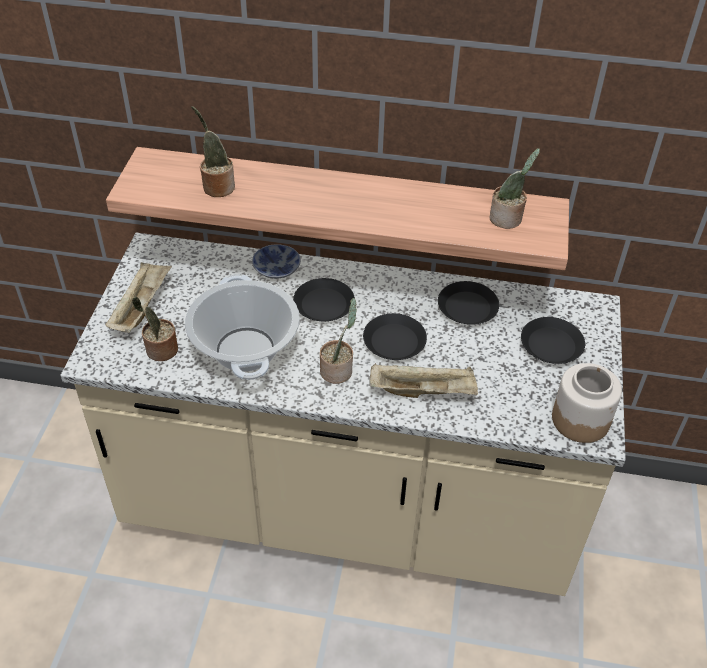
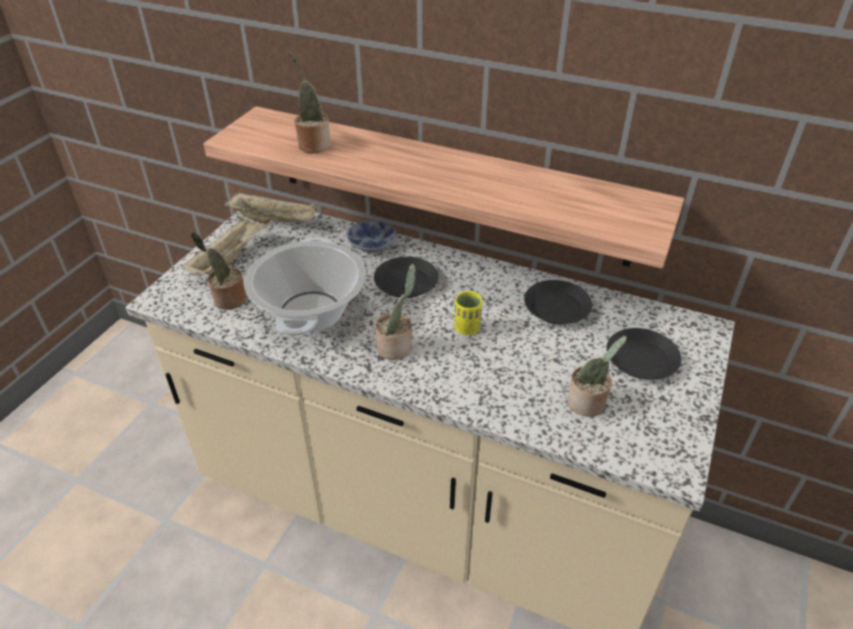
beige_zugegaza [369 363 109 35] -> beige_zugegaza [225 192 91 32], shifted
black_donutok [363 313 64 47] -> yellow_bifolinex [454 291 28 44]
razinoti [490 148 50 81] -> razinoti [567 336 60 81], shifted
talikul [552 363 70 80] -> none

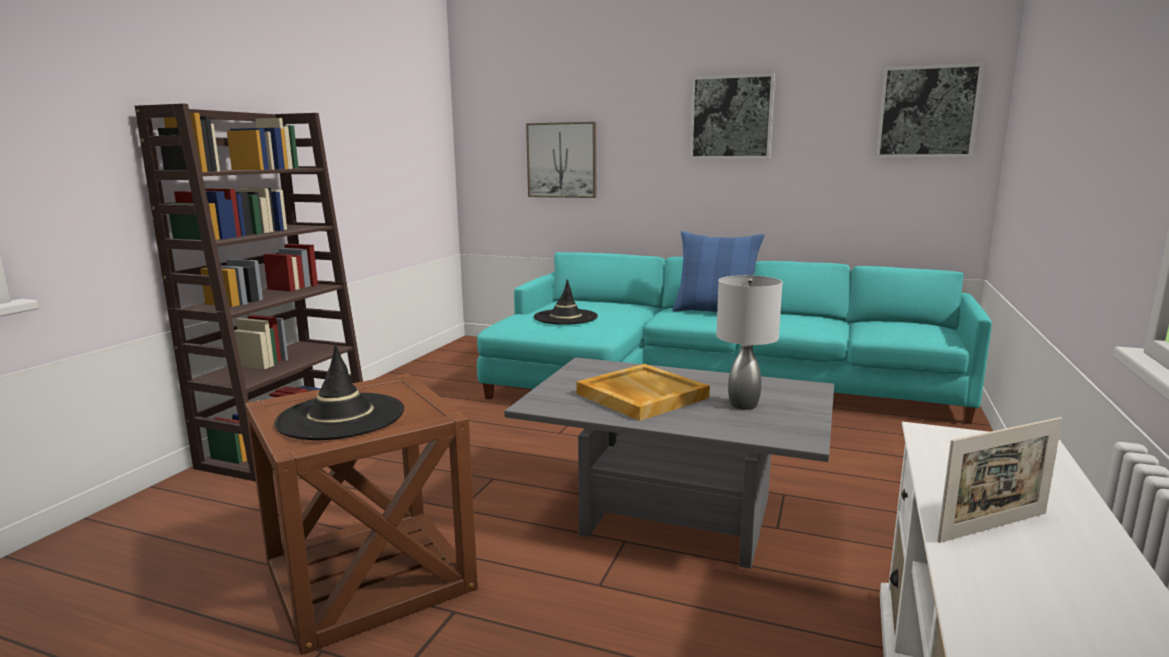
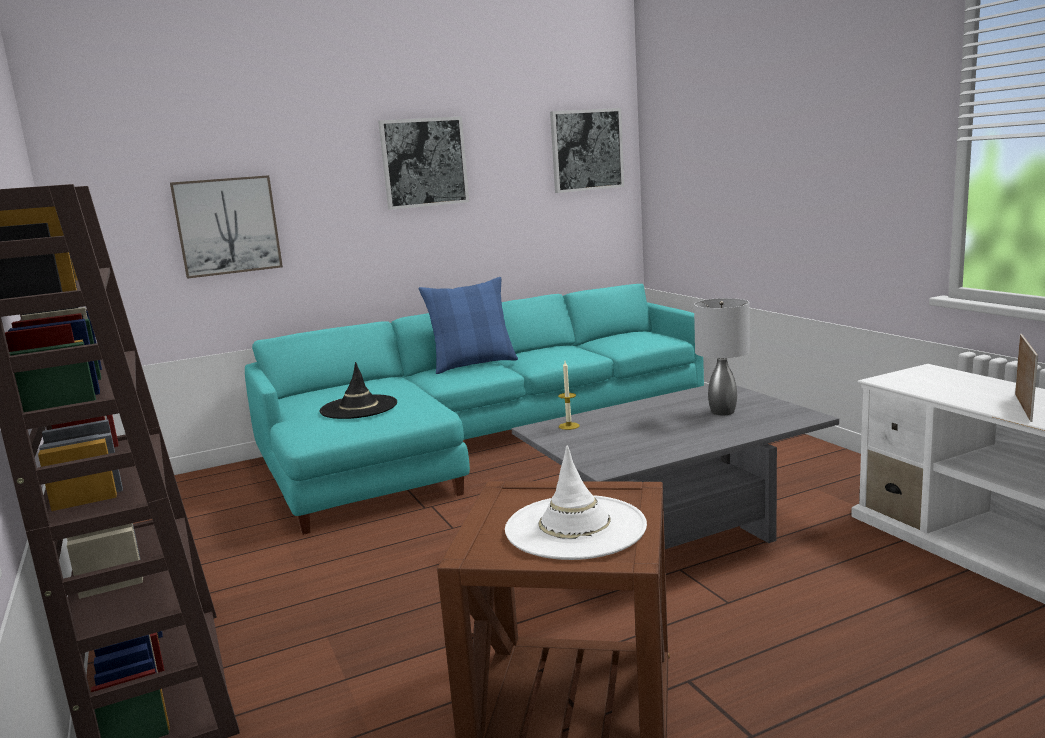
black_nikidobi [274 344 130 96] -> white_nikidobi [505 446 142 114]
none -> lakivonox [558 361 21 69]
beige_zugegaza [576 364 134 57] -> none

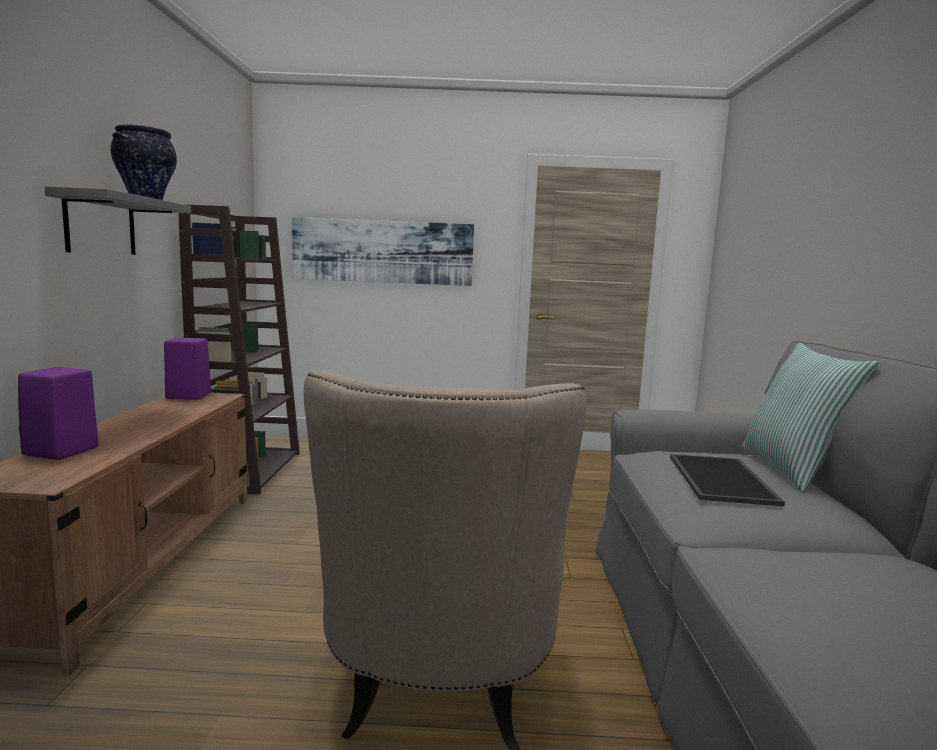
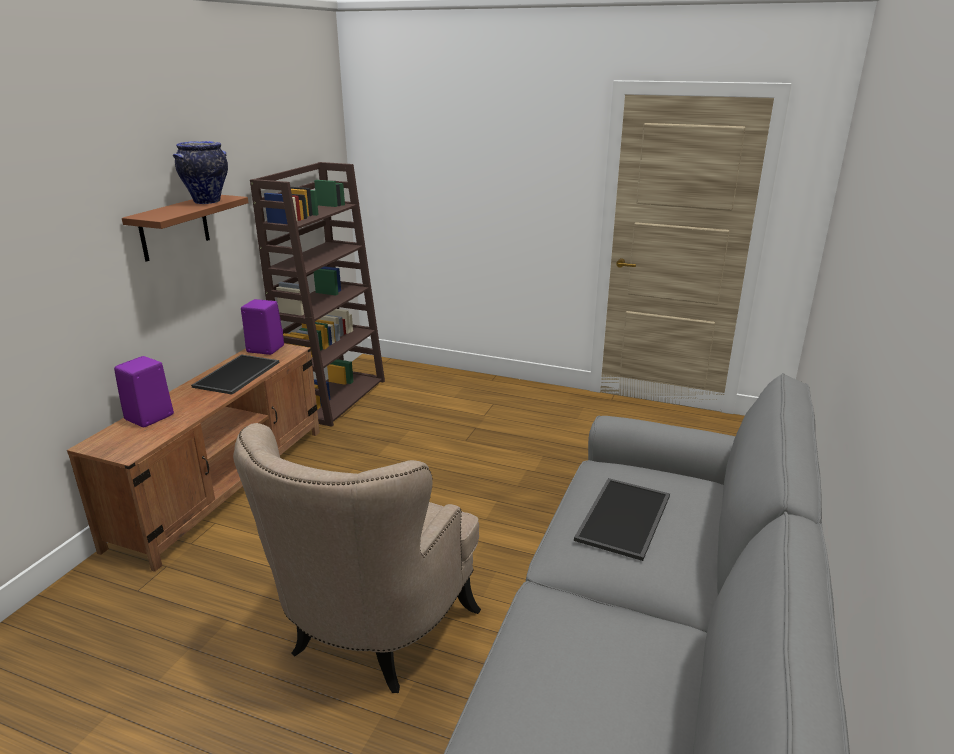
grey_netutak [45 186 146 69] -> brown_netutak [122 195 127 67]
none -> zugegaza [191 354 88 41]
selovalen [292 217 182 69] -> none
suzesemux [741 343 138 150] -> none

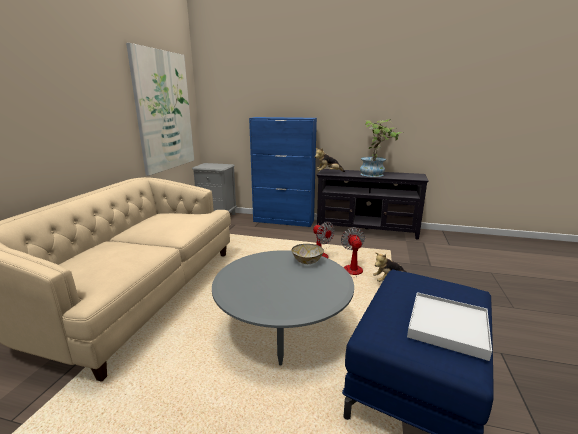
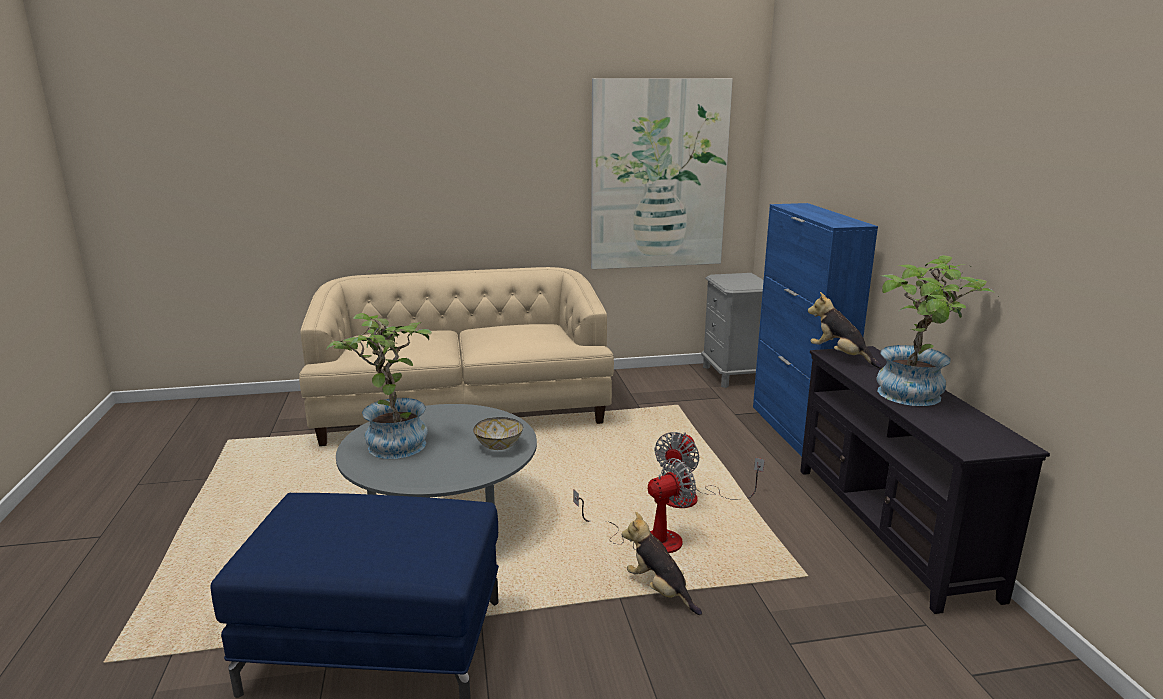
none -> razinoti [326 313 106 146]
white_zugegaza [407 292 85 69] -> none

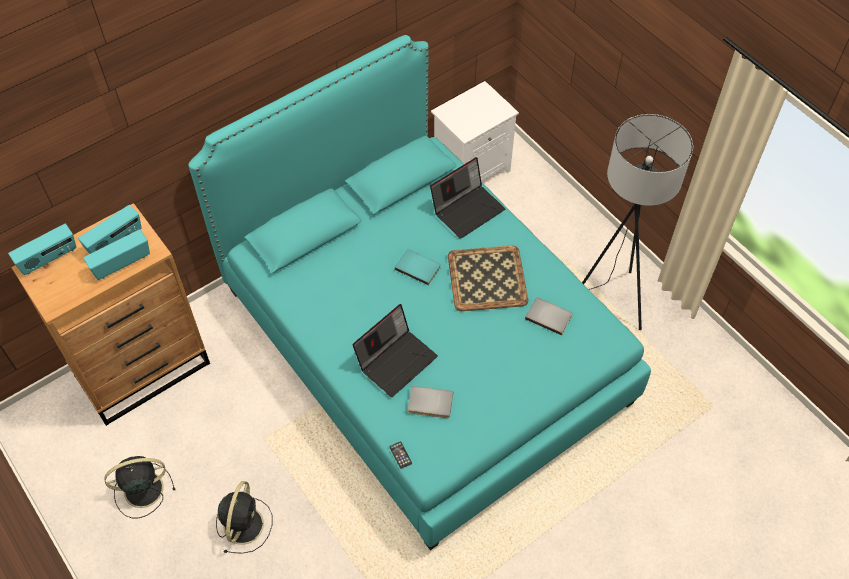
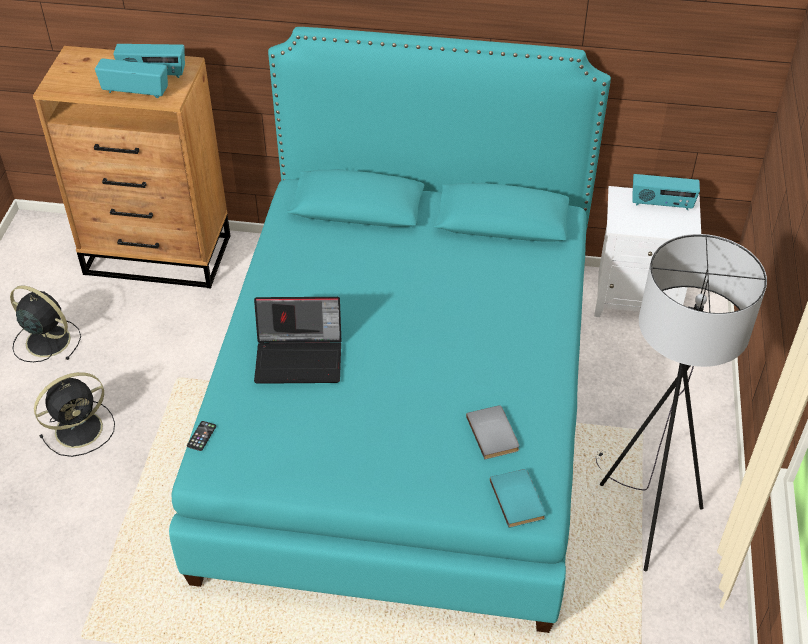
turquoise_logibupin [395 249 46 36] -> turquoise_logibupin [490 469 56 59], shifted
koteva [8 224 68 51] -> koteva [632 174 68 36], shifted
grey_logibupin [408 386 45 32] -> none
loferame [430 157 75 82] -> none
zugegaza [448 246 80 65] -> none

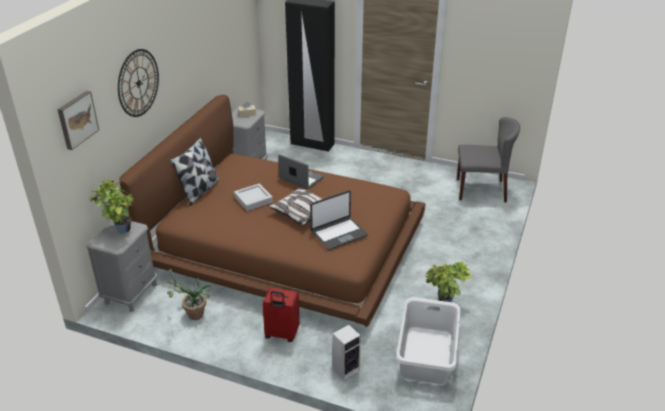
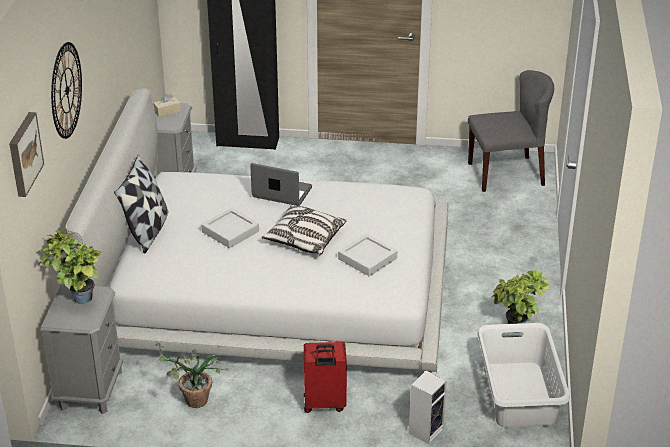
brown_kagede [119 95 306 232] -> white_kagede [65 88 384 285]
loferame [310 190 58 60] -> grey_zugegaza [338 234 59 42]

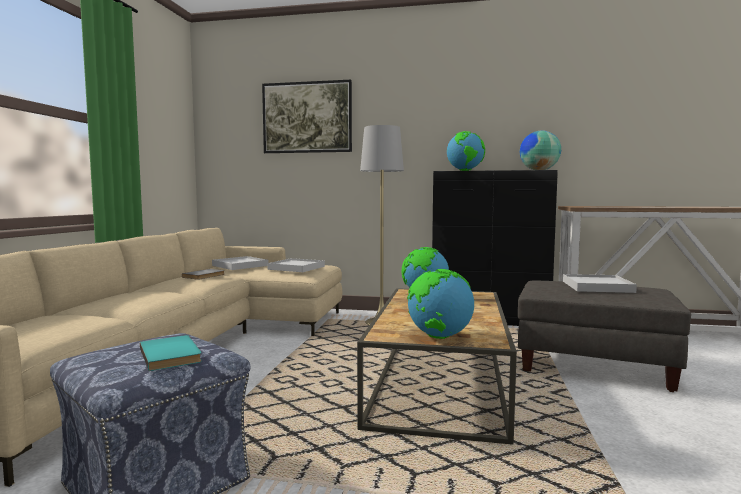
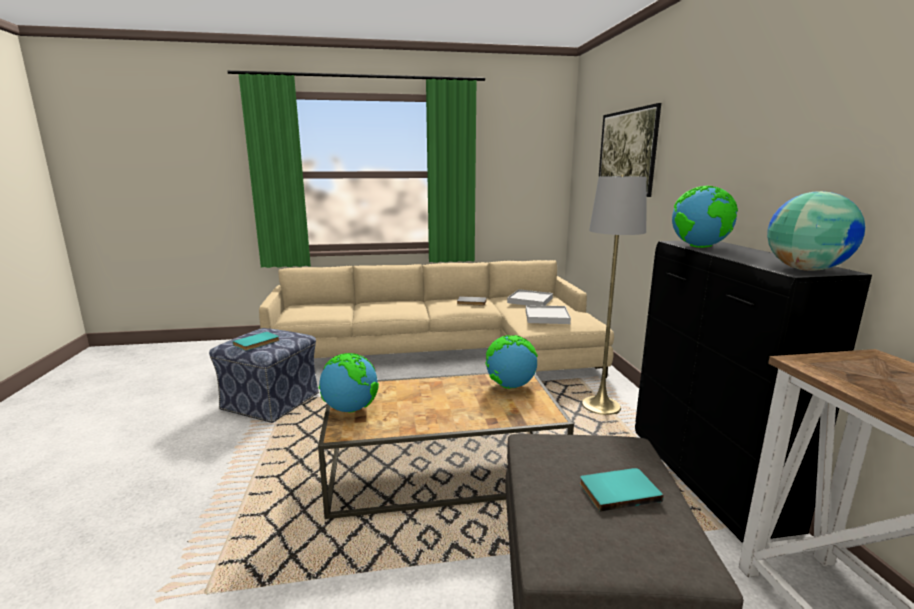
white_zugegaza [563 274 74 19] -> turquoise_logibupin [580 468 84 44]

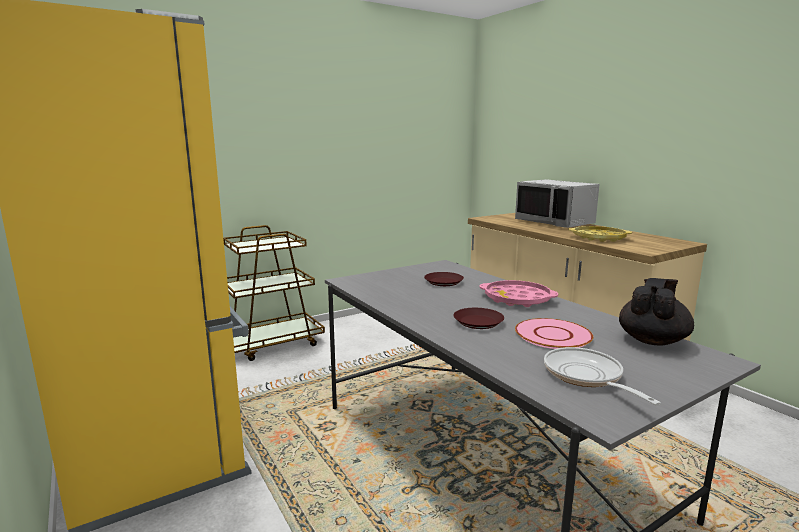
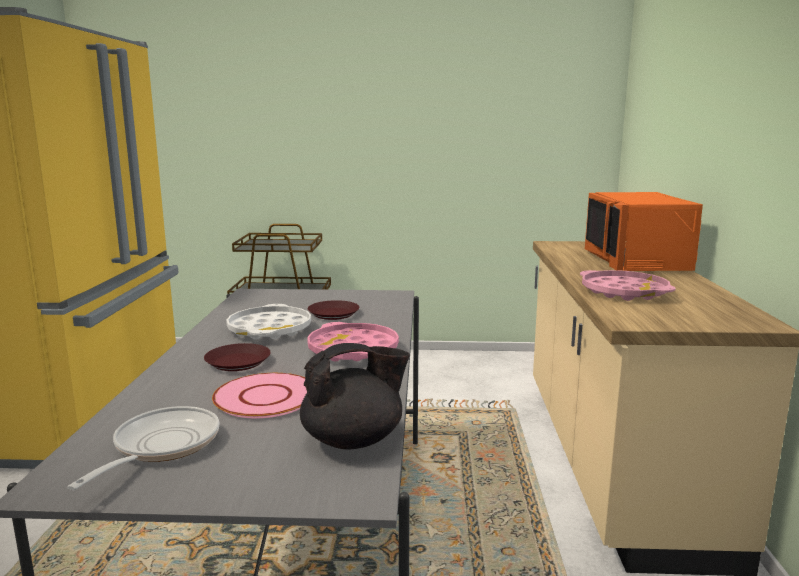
none -> white_zugegaza [226 304 85 36]
yellow_zugegaza [569 226 63 16] -> pink_zugegaza [580 270 96 31]
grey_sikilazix [515 179 84 49] -> orange_sikilazix [585 192 118 79]

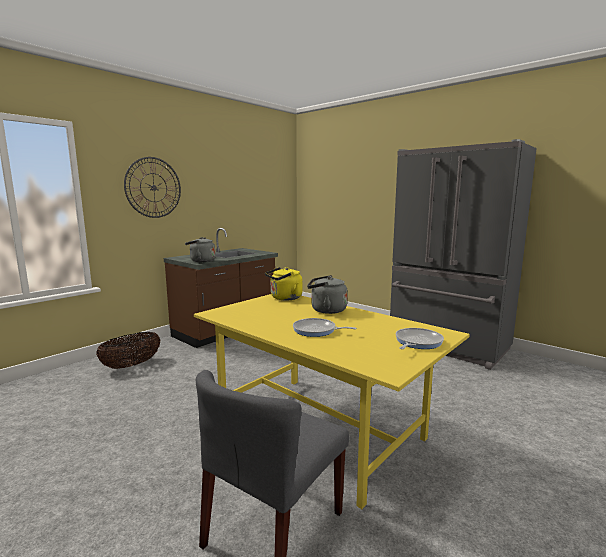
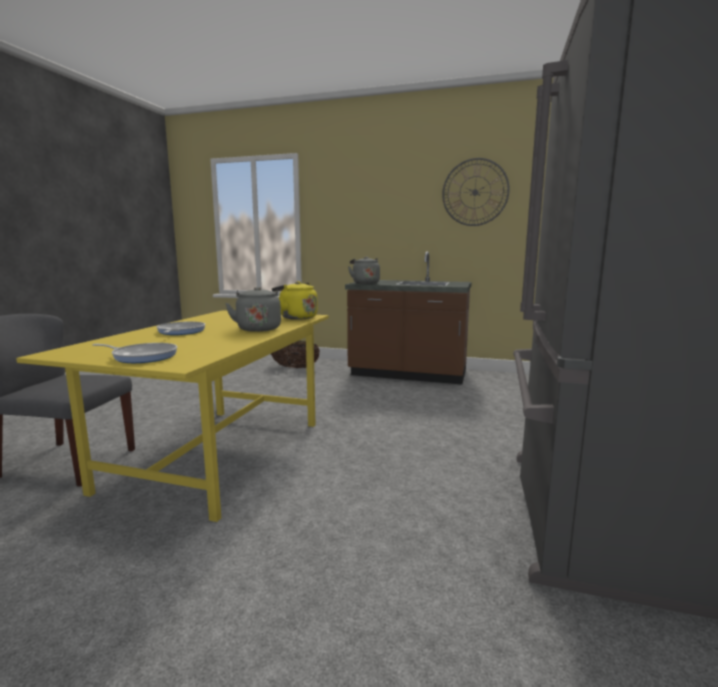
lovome [124 157 57 61] -> lovome [442 158 68 68], shifted

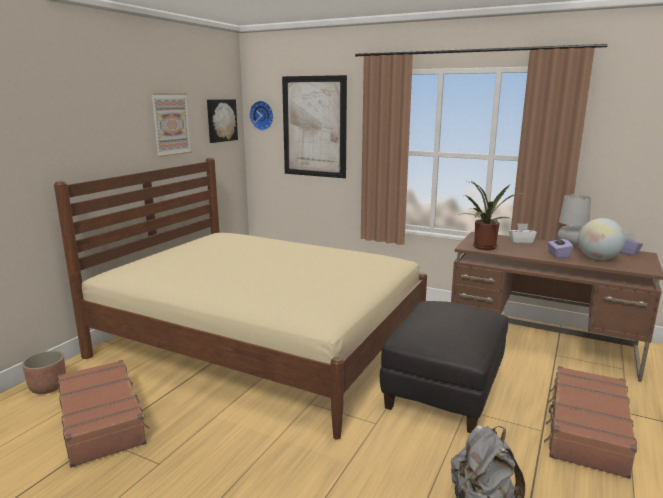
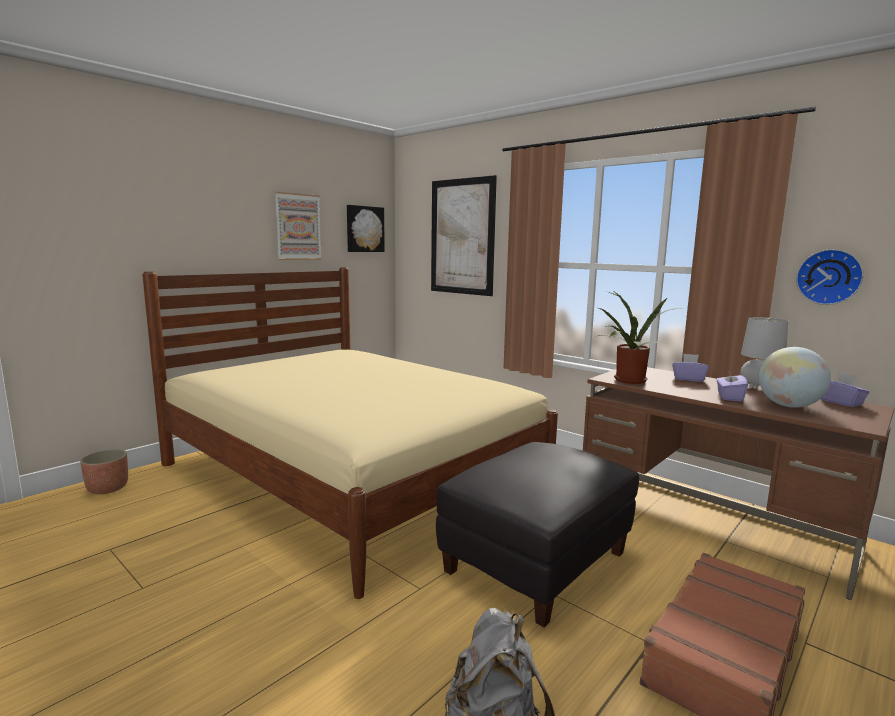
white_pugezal [509 223 28 21] -> purple_pugezal [672 354 37 28]
lovome [249 101 25 30] -> lovome [796 249 68 56], shifted
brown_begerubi [58 360 92 108] -> none

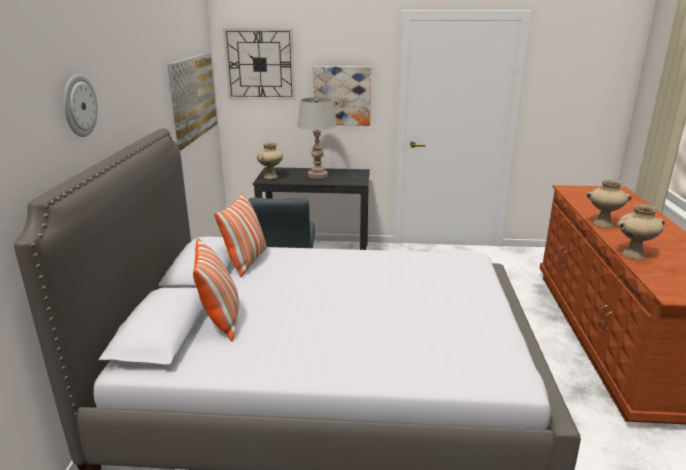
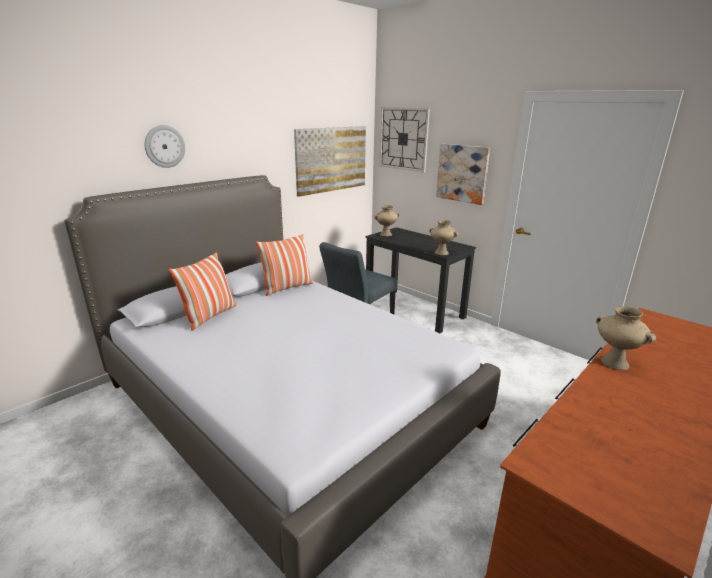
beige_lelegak [617 204 48 55] -> beige_lelegak [429 220 30 35], shifted
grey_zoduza [297 97 40 82] -> none

